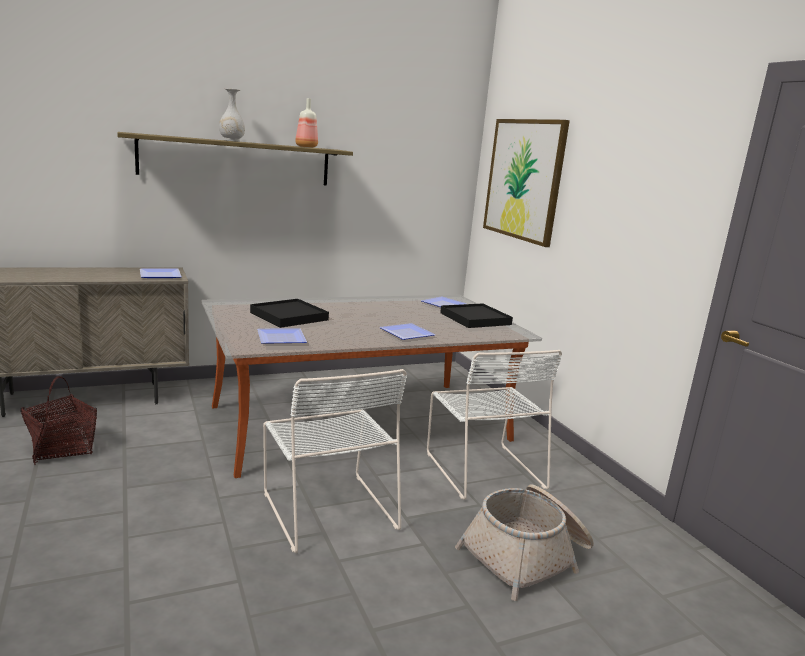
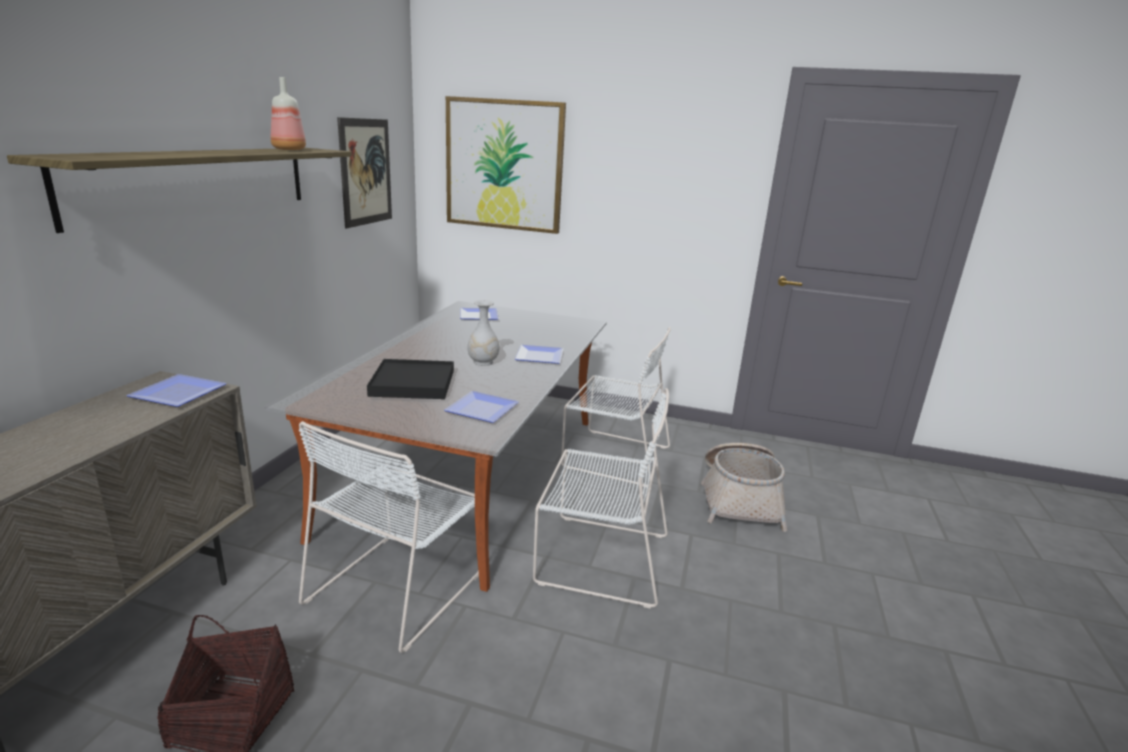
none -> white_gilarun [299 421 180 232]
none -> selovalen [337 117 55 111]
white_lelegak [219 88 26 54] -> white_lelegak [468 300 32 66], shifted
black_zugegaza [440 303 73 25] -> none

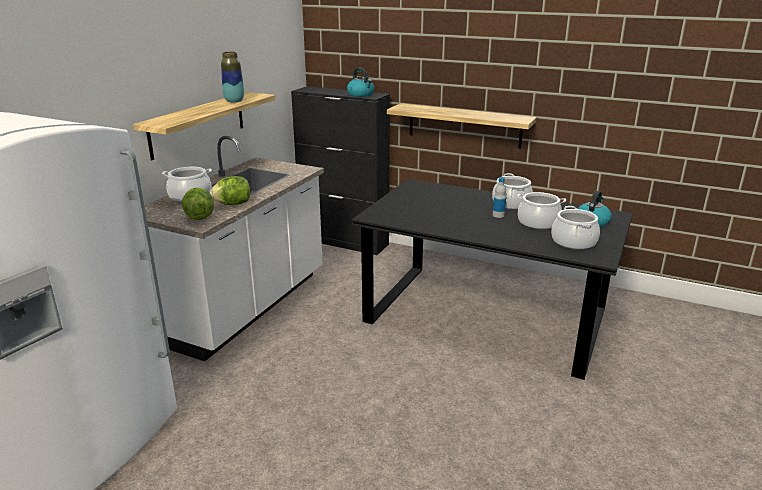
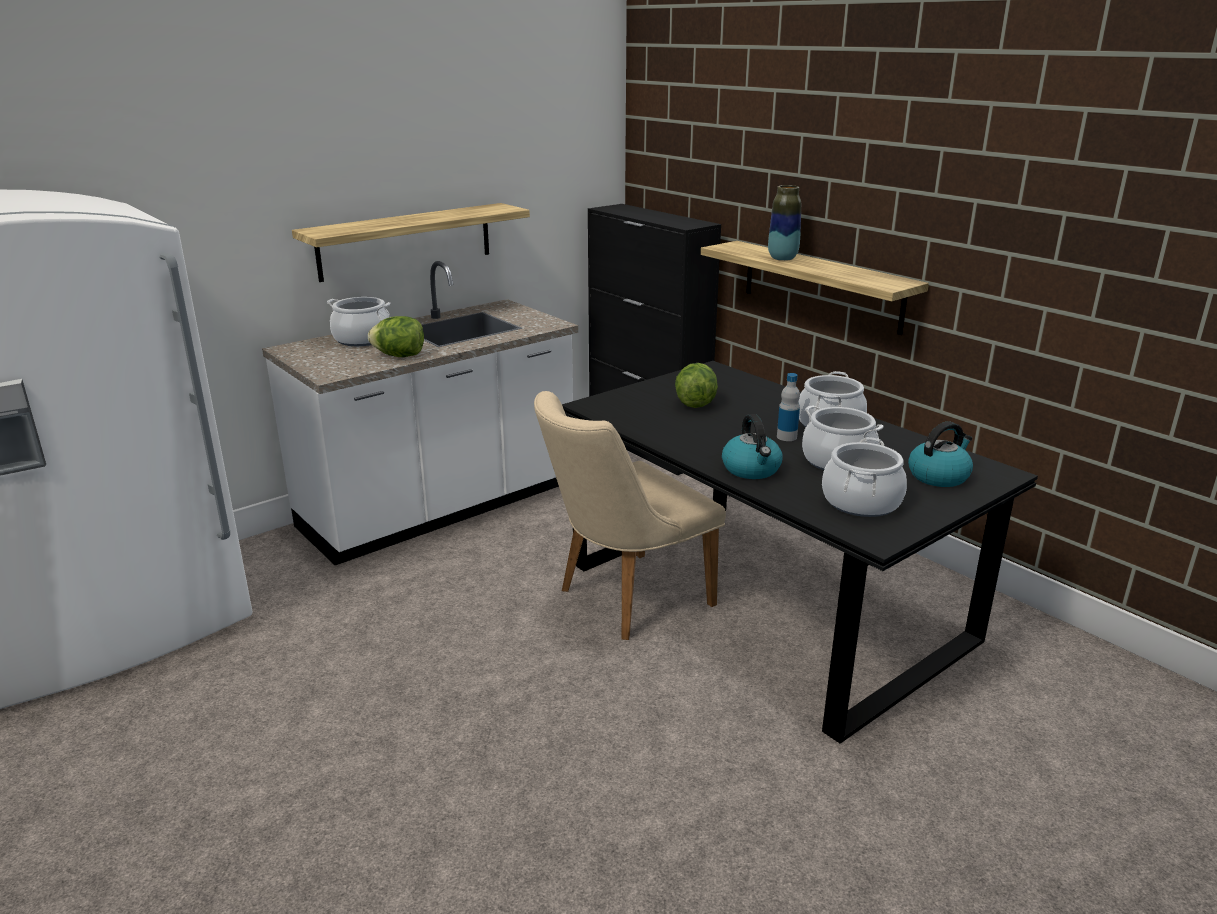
none -> beige_gilarun [534 391 192 249]
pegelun [182 188 32 32] -> pegelun [675 363 43 45], shifted
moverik [347 68 27 29] -> moverik [722 414 61 65], shifted
lelegak [221 52 23 51] -> lelegak [768 185 33 76], shifted

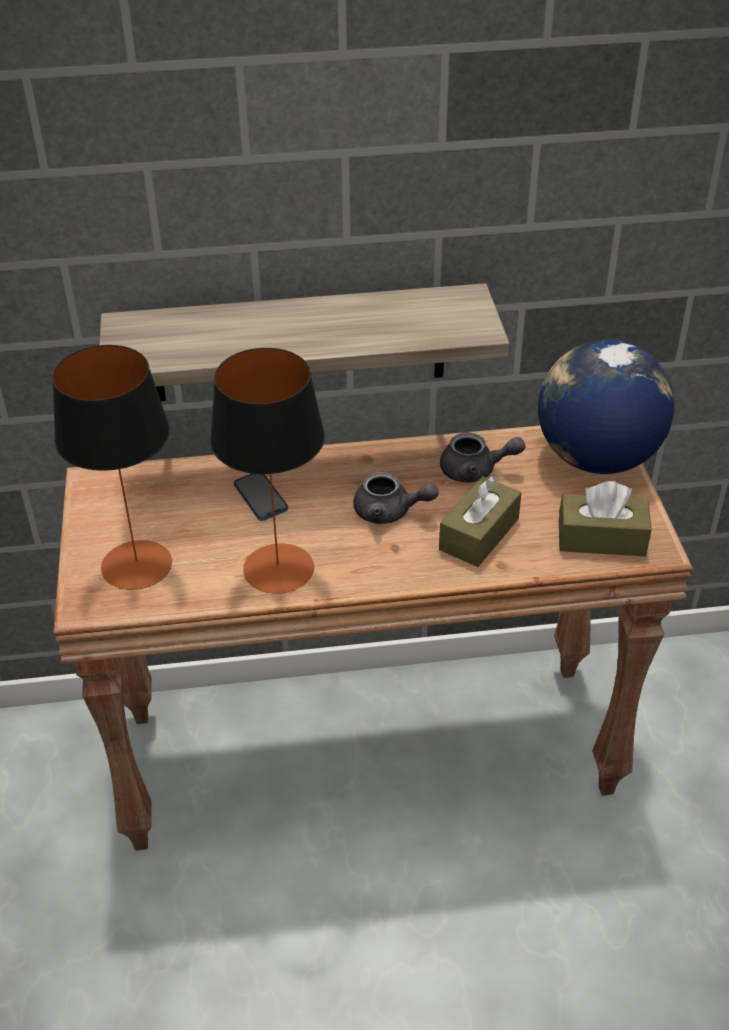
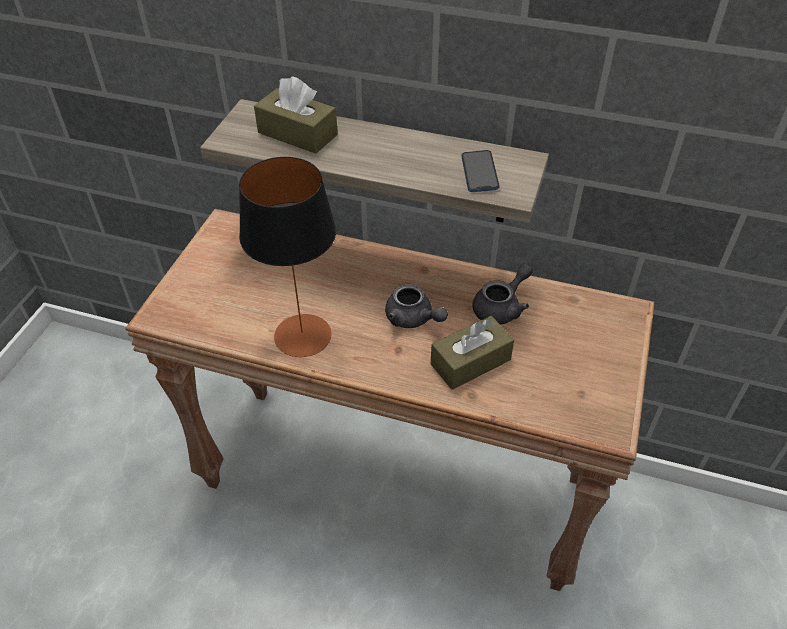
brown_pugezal [559 481 93 75] -> brown_pugezal [254 76 84 78], shifted
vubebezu [234 473 54 48] -> vubebezu [461 150 38 42], shifted
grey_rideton [440 433 85 50] -> grey_rideton [473 263 60 62], 75 degrees counterclockwise
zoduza [52 345 120 245] -> none
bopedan [538 340 136 134] -> none

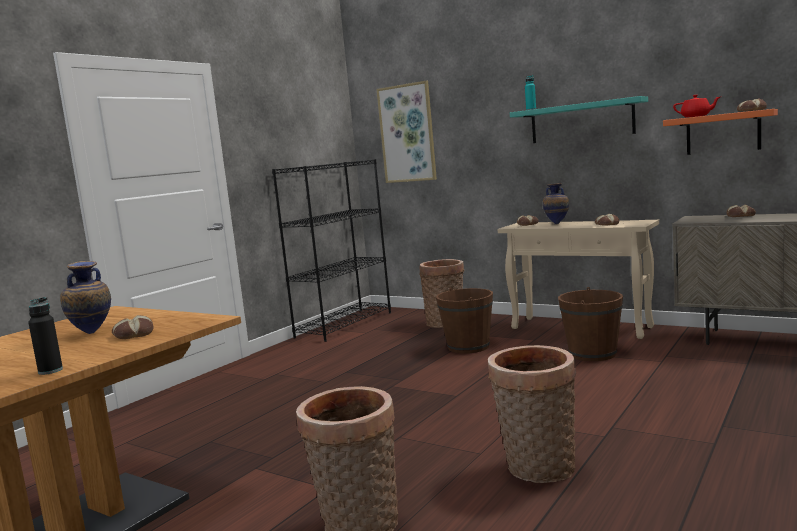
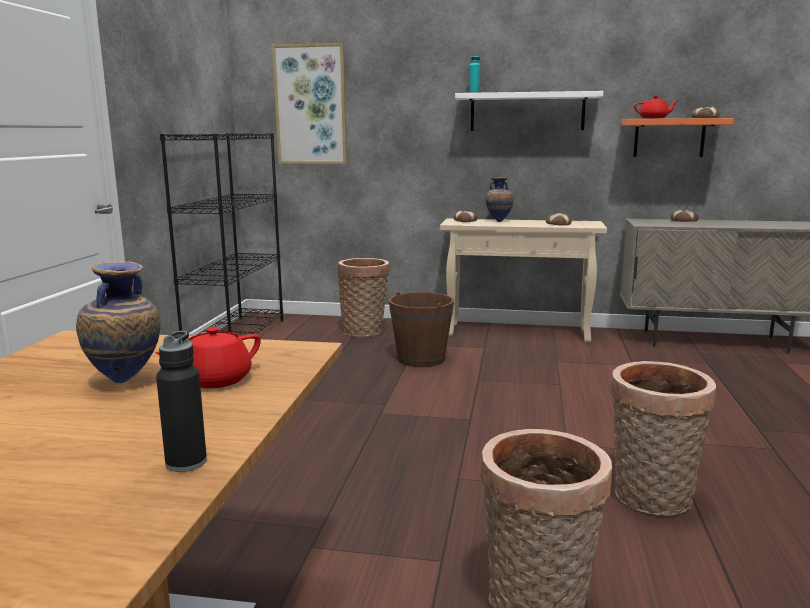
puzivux [112 315 42 24] -> red_rideton [155 327 106 62]
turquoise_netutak [510 96 138 47] -> white_netutak [455 91 148 40]
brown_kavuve [558 287 65 74] -> none

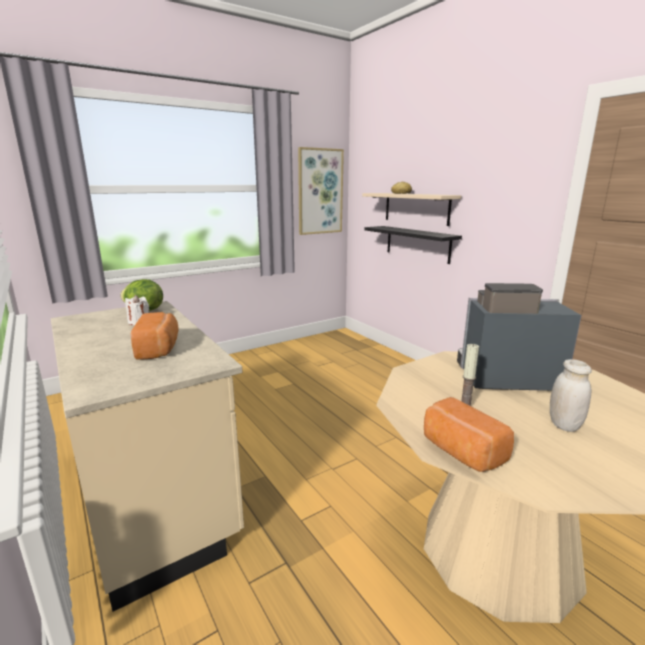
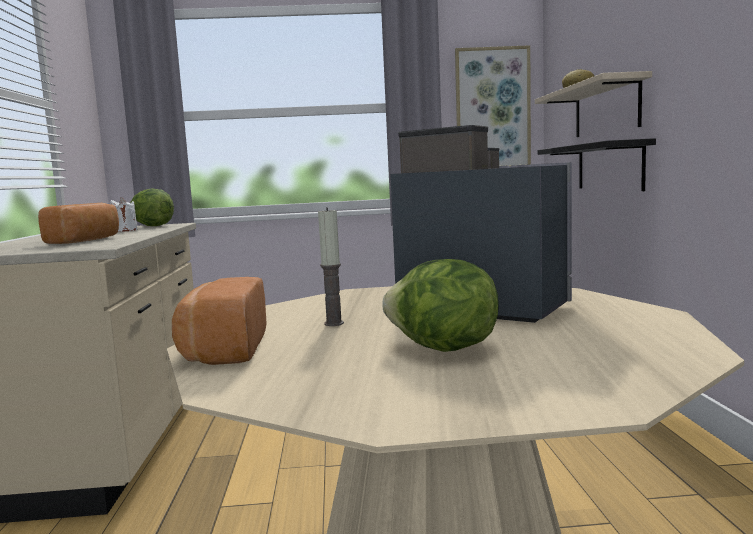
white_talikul [550 359 42 73] -> pegelun [382 259 117 93]

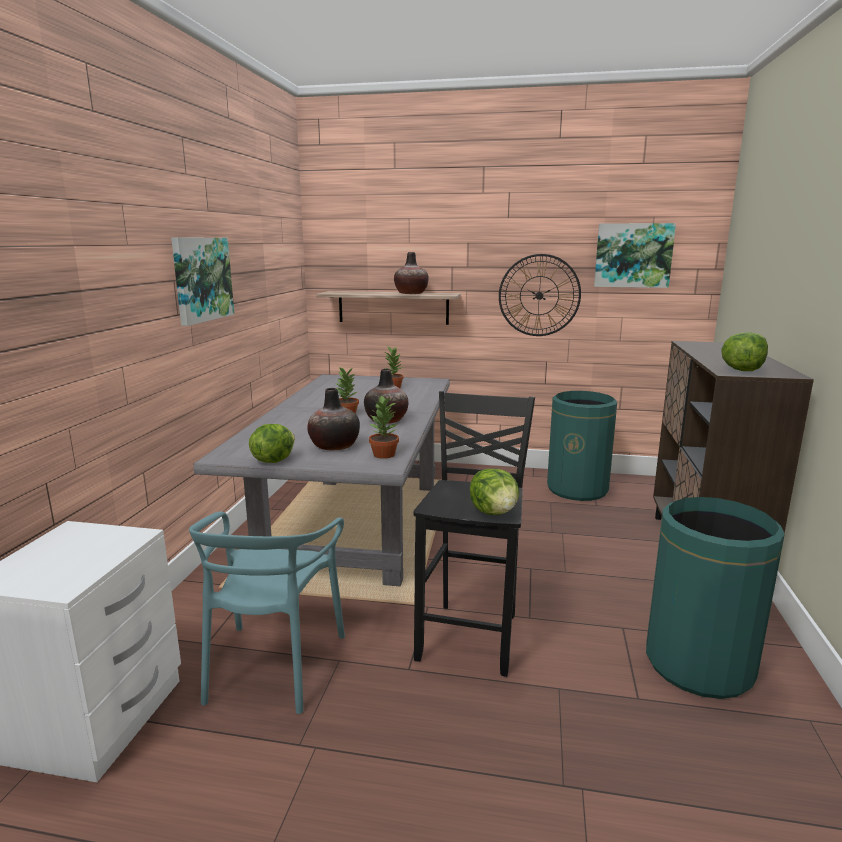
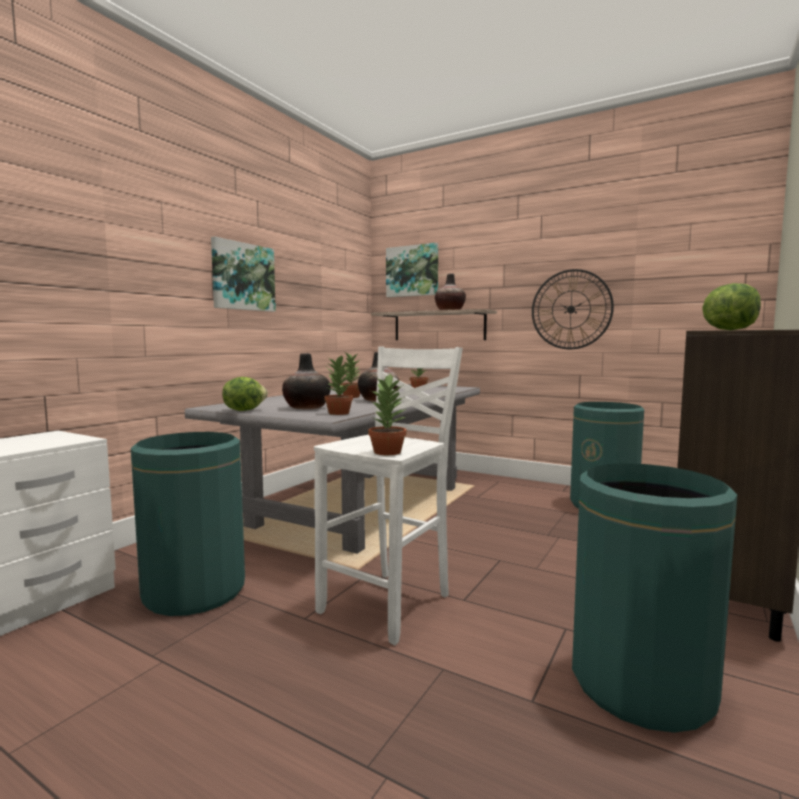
turquoise_gilarun [189 511 156 203] -> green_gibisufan [131 432 114 184]
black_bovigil [413 391 122 286] -> white_bovigil [314 346 149 299]
pegelun [470 469 49 46] -> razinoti [368 373 39 82]
selovalen [594 223 82 65] -> selovalen [386 243 52 54], shifted

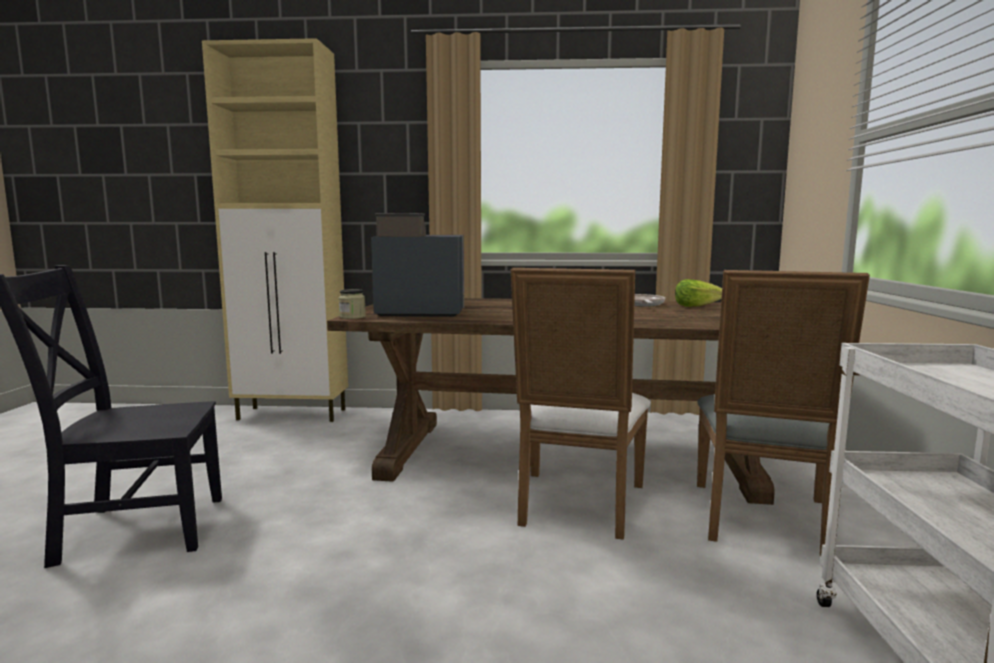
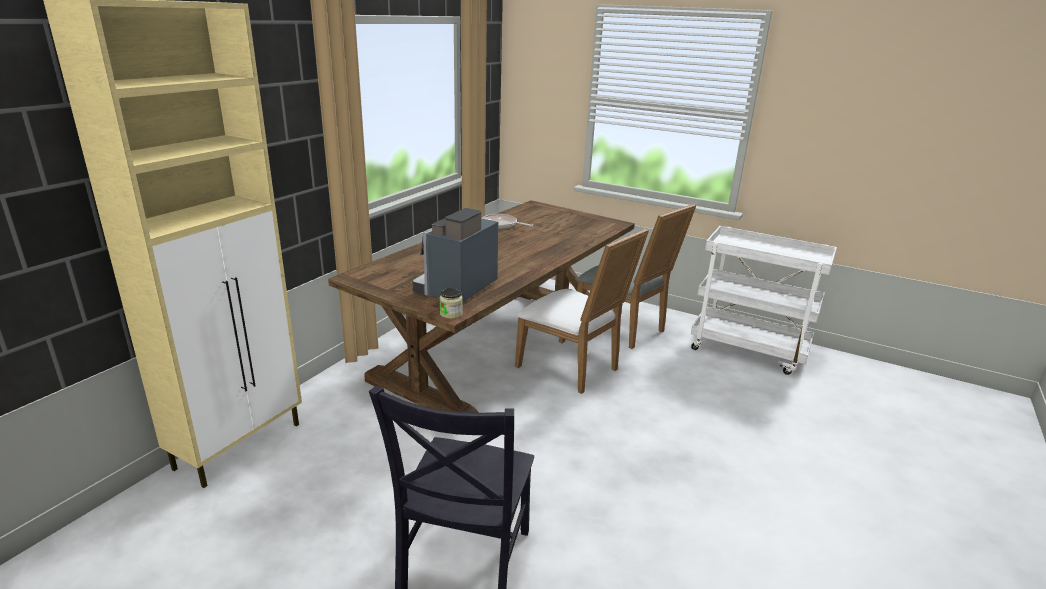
pegelun [675 279 47 28] -> none

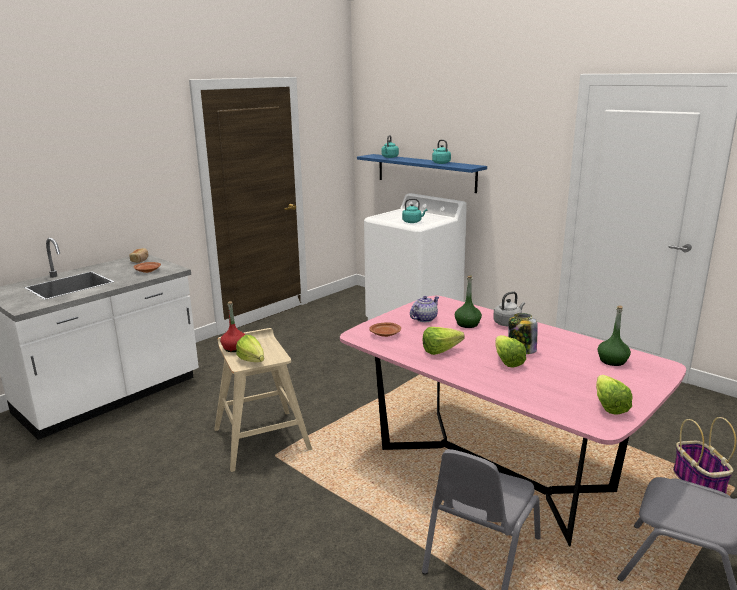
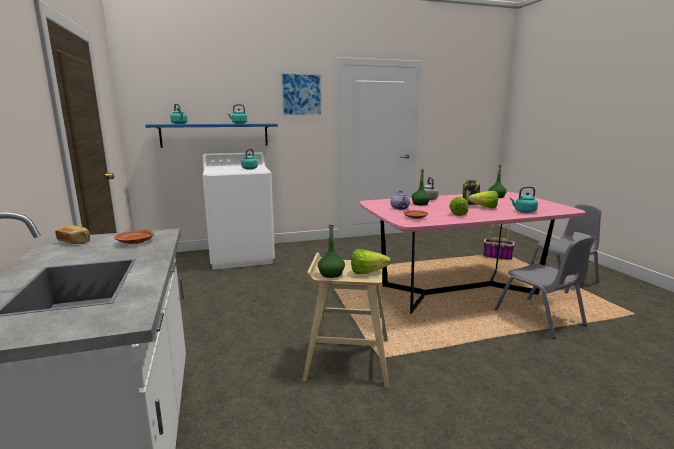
none -> selovalen [281 73 41 43]
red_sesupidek [220 301 25 51] -> green_sesupidek [318 223 27 55]
none -> turquoise_moverik [510 186 28 27]
pegelun [596 375 37 40] -> none

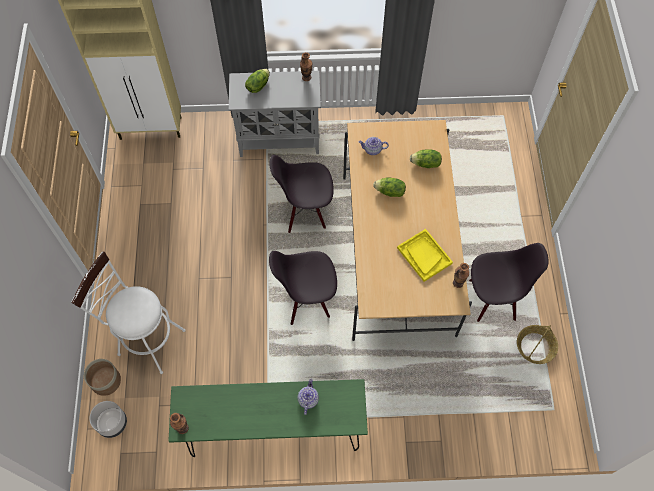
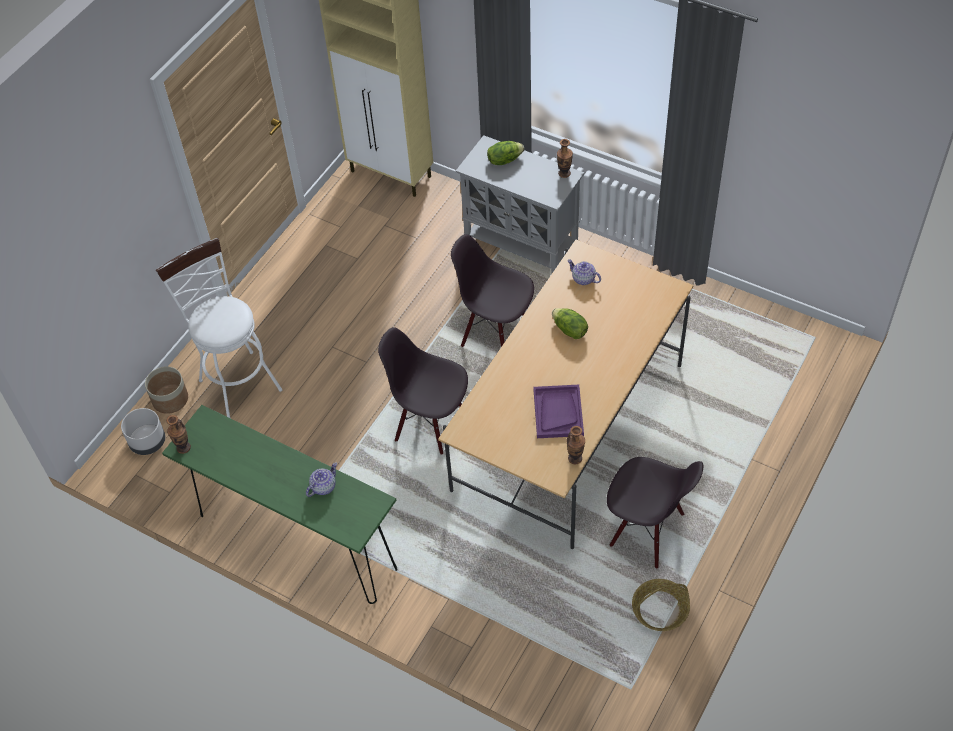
yellow_zugegaza [397 229 56 53] -> purple_zugegaza [533 385 51 53]
pegelun [410 150 32 18] -> none

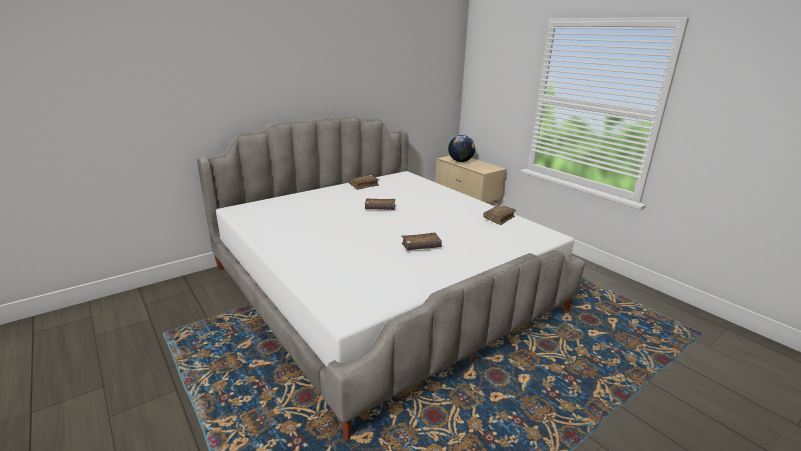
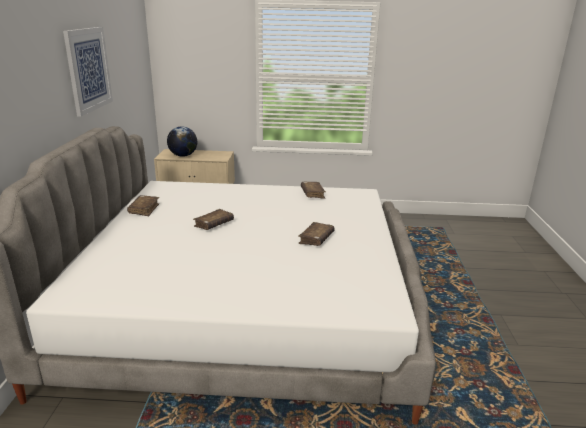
none -> selovalen [63 27 50 90]

